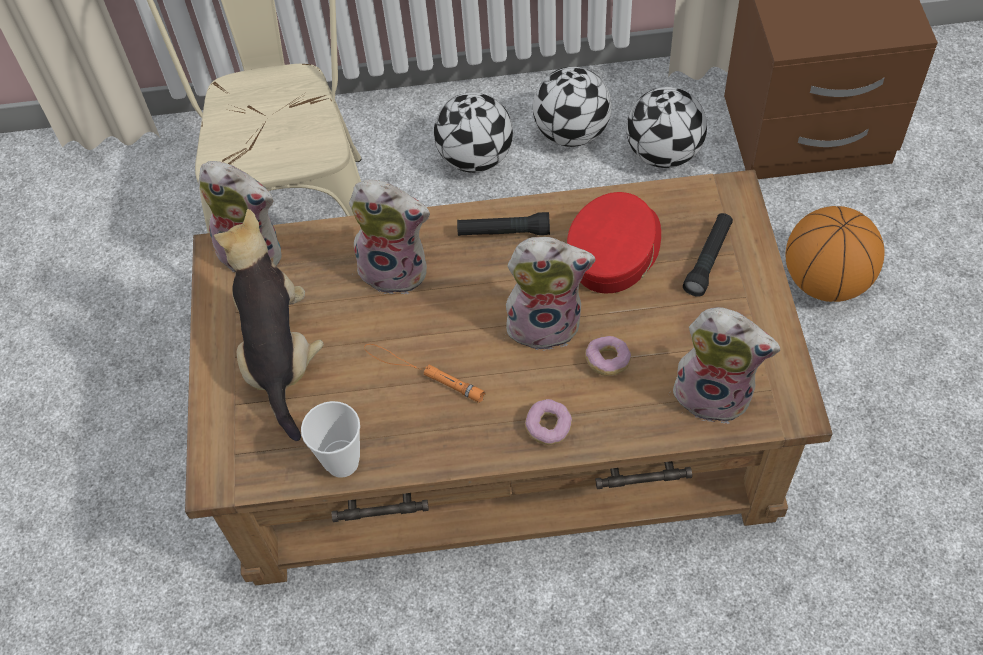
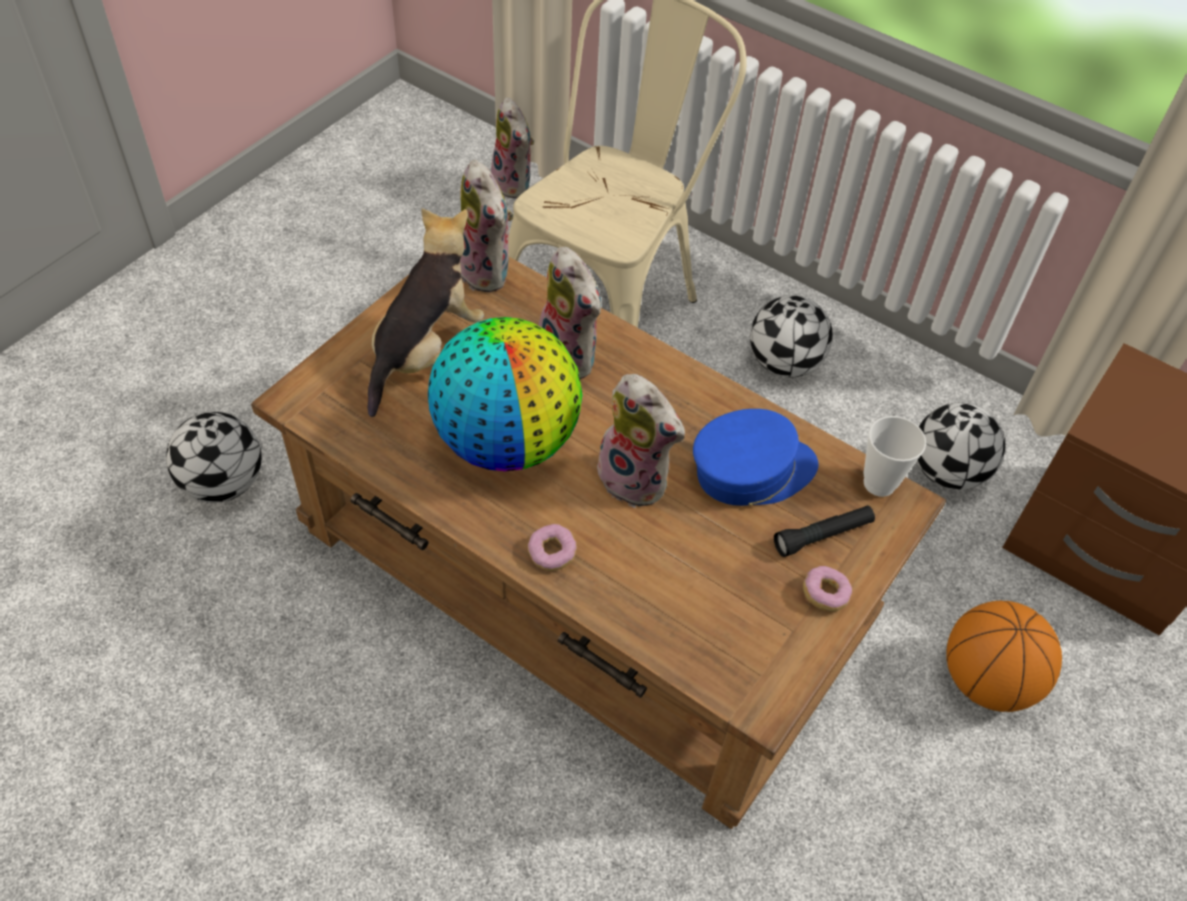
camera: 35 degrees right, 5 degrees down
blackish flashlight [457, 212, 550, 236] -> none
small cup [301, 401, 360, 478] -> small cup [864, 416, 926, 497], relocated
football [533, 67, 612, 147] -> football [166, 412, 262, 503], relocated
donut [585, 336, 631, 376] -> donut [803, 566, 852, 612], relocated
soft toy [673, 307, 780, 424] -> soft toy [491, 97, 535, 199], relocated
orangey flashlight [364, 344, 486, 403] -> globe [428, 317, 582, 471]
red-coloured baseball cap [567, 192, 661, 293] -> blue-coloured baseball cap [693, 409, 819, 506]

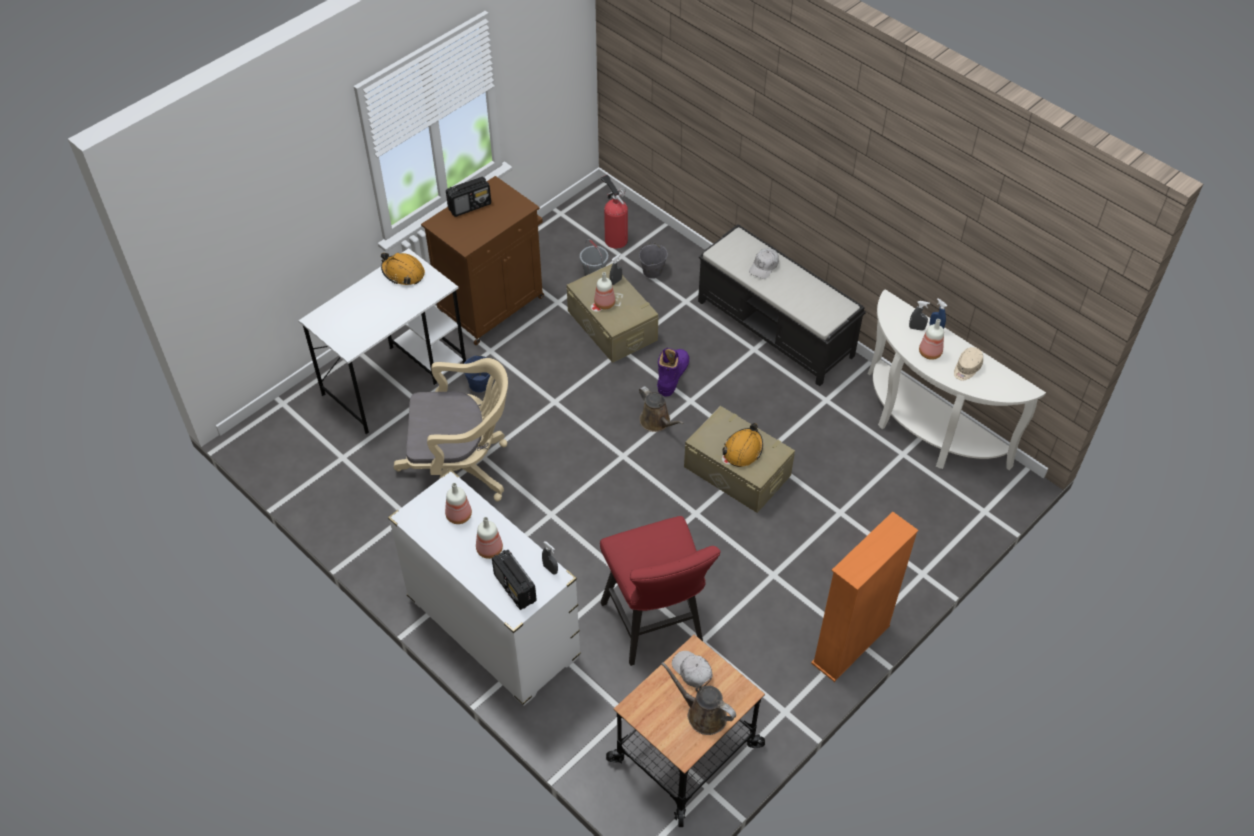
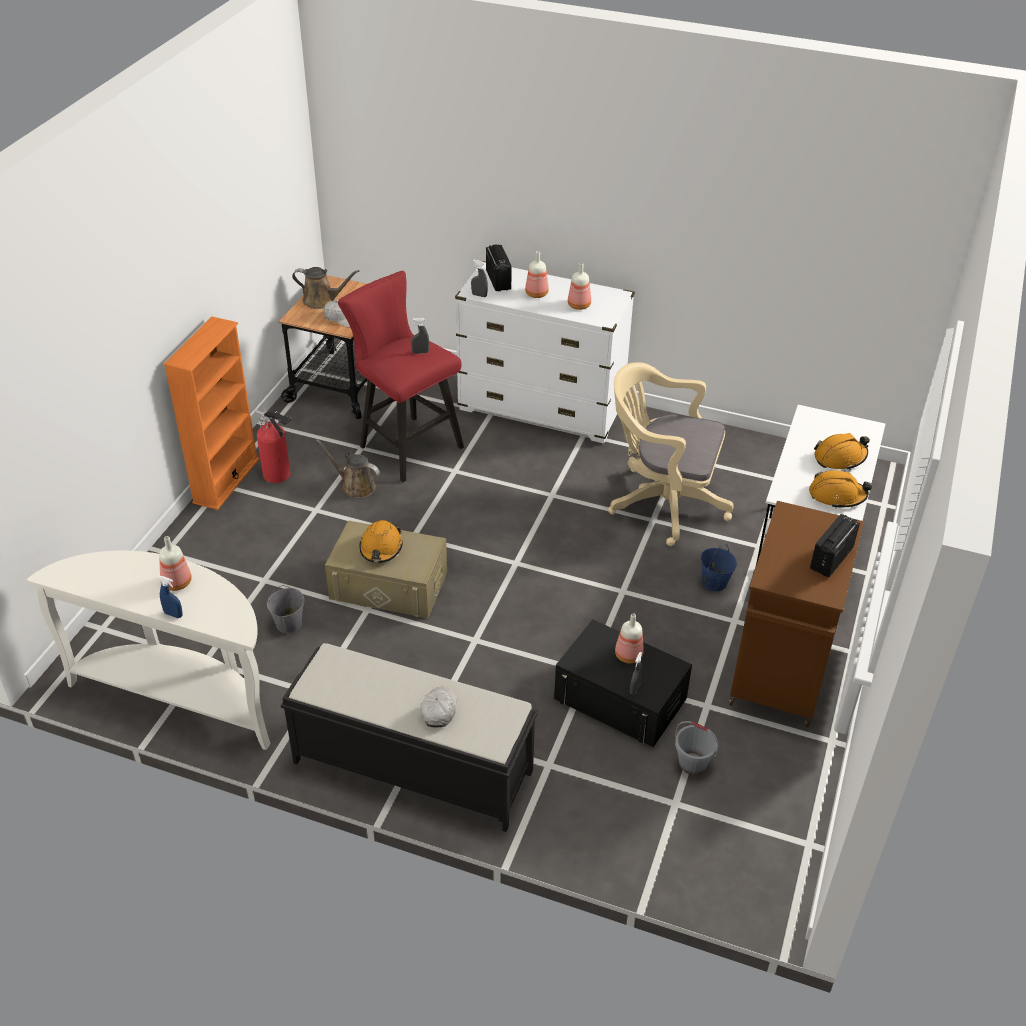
camera: 155 degrees right, 10 degrees down
purple-coloured tall boot [657, 348, 689, 396] -> none
sand-coloured baseball cap [954, 347, 983, 380] -> none
none -> orangey work helmet [814, 433, 870, 470]
fire extinguisher [600, 175, 628, 249] -> fire extinguisher [255, 410, 292, 483], relocated
gray pail [639, 242, 668, 279] -> gray pail [267, 585, 304, 633], relocated
brown-coloured watering pot [639, 386, 684, 432] -> brown-coloured watering pot [316, 439, 380, 498], relocated
gray hand sprayer [909, 301, 930, 331] -> gray hand sprayer [411, 318, 429, 354], relocated
sand-coloured storage bin [567, 264, 659, 363] -> blackish storage bin [554, 619, 692, 747]
sand-coloured desk chair [394, 358, 508, 501] -> sand-coloured desk chair [608, 362, 734, 546], 45 degrees clockwise
radio set [492, 550, 537, 610] -> radio set [486, 245, 512, 291], 45 degrees clockwise

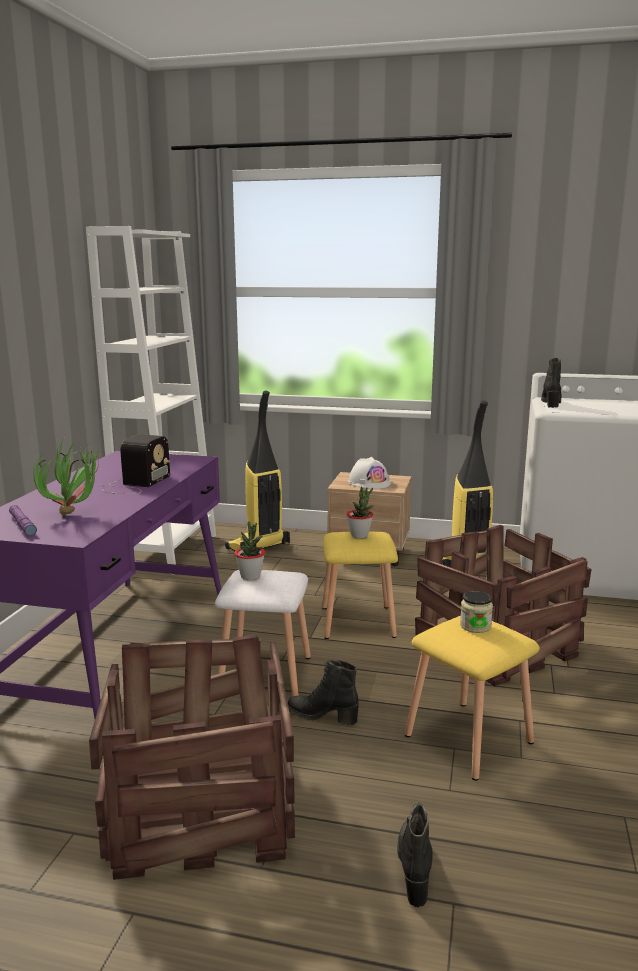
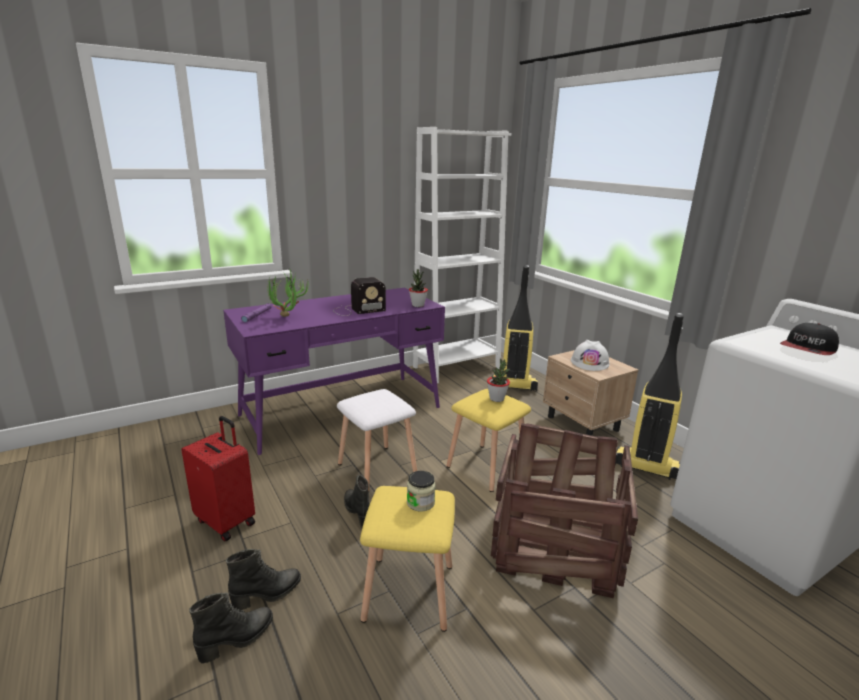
camera: 45 degrees right, 5 degrees up
none -> baseball cap [780, 323, 839, 355]
houseplant [234, 521, 265, 580] -> houseplant [409, 269, 428, 307], relocated
blackish tall boot [541, 358, 562, 408] -> blackish tall boot [226, 549, 301, 610], relocated
shipping crate [89, 634, 295, 880] -> red-coloured travel case [181, 416, 255, 542]

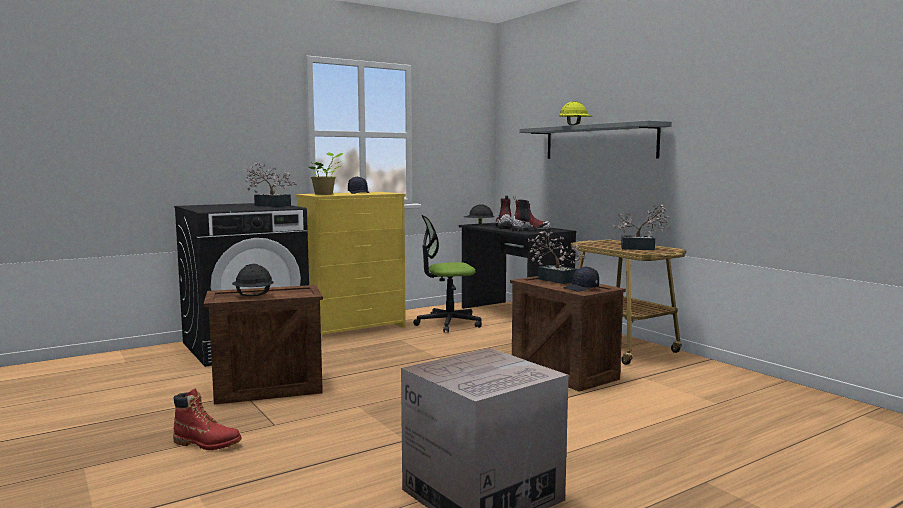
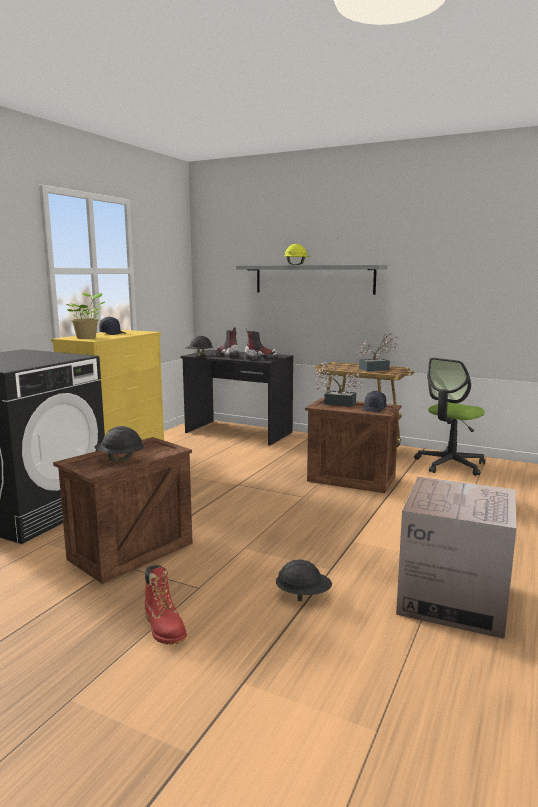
camera: 30 degrees left, 5 degrees up
houseplant [243, 163, 297, 207] -> none
none -> blackish work helmet [276, 560, 332, 601]
desk chair [413, 215, 482, 333] -> desk chair [414, 357, 485, 476], relocated
red-coloured tall boot [173, 388, 242, 450] -> red-coloured tall boot [145, 565, 187, 645], 75 degrees clockwise

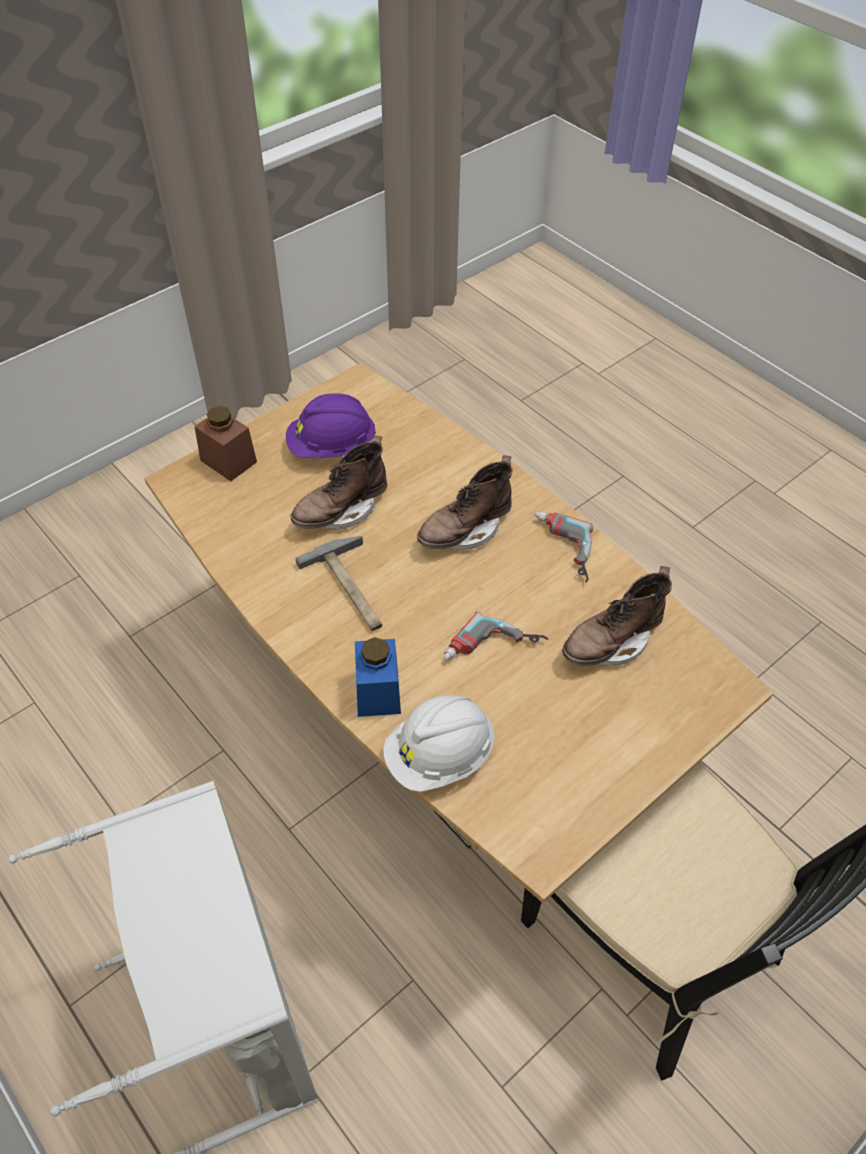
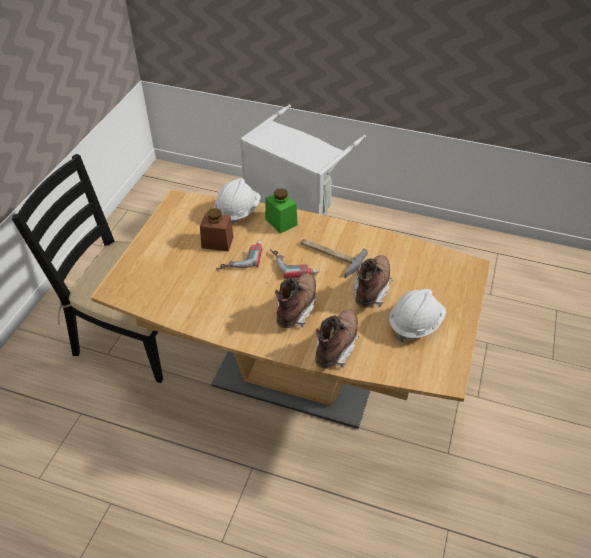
camera: 150 degrees right, 5 degrees down
brown-coloured storage jar [194, 406, 257, 481] -> brown-coloured storage jar [200, 208, 234, 251], relocated
electric drill [534, 512, 593, 583] -> electric drill [270, 249, 320, 279], relocated
brown-coloured tall boot [562, 566, 672, 666] -> brown-coloured tall boot [315, 309, 359, 369], relocated
purple-coloured work helmet [286, 393, 376, 458] -> white-coloured work helmet [389, 289, 446, 342]
blue-coloured storage jar [355, 637, 401, 717] -> green storage jar [265, 188, 298, 233]

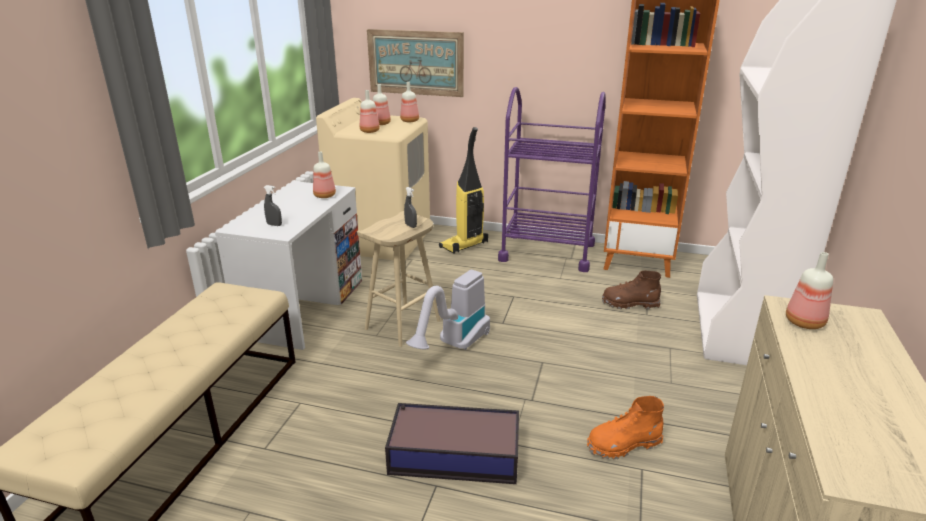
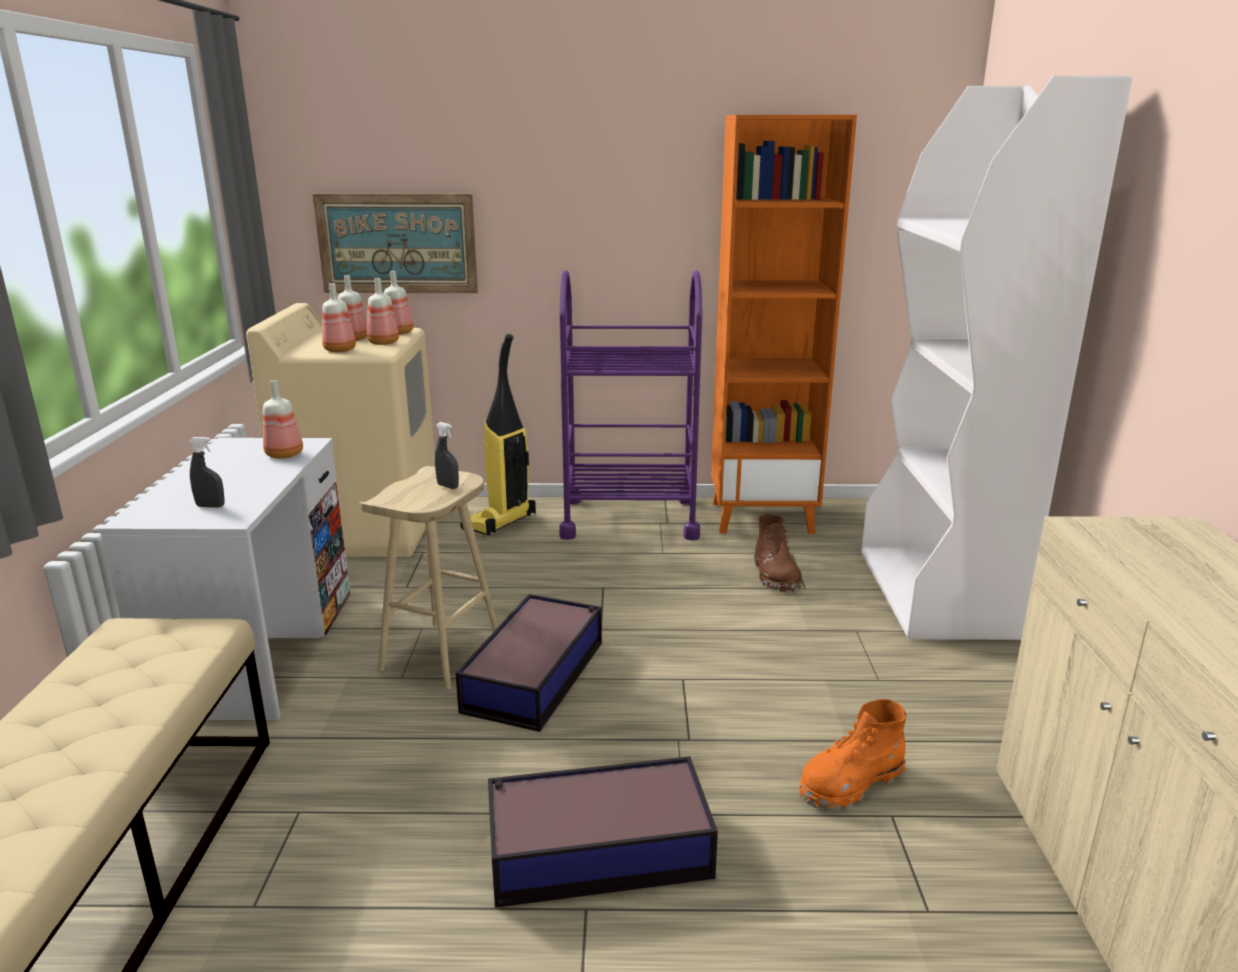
camera: 15 degrees left, 5 degrees down
bottle [786, 252, 833, 329] -> bottle [367, 278, 399, 345], relocated
vacuum cleaner [406, 270, 490, 350] -> storage bin [455, 594, 602, 732]
brown-coloured tall boot [602, 270, 661, 309] -> brown-coloured tall boot [754, 514, 802, 593], 90 degrees counterclockwise

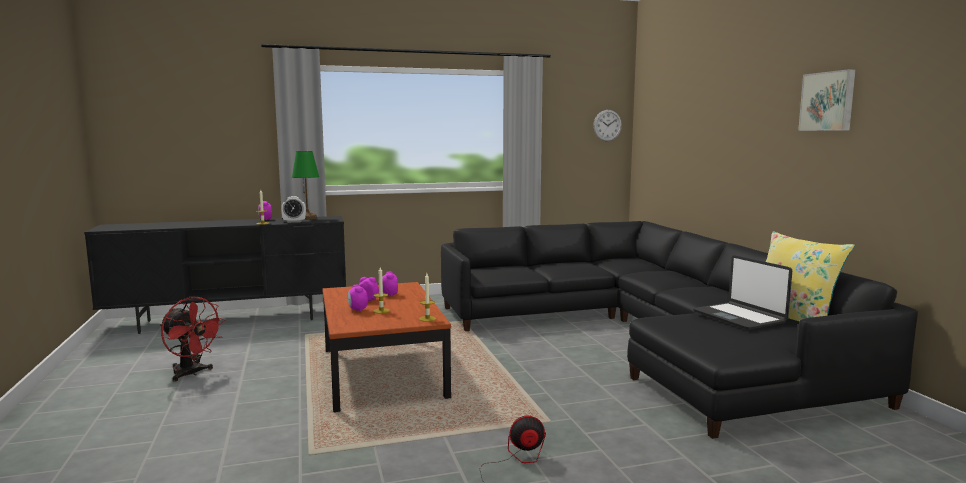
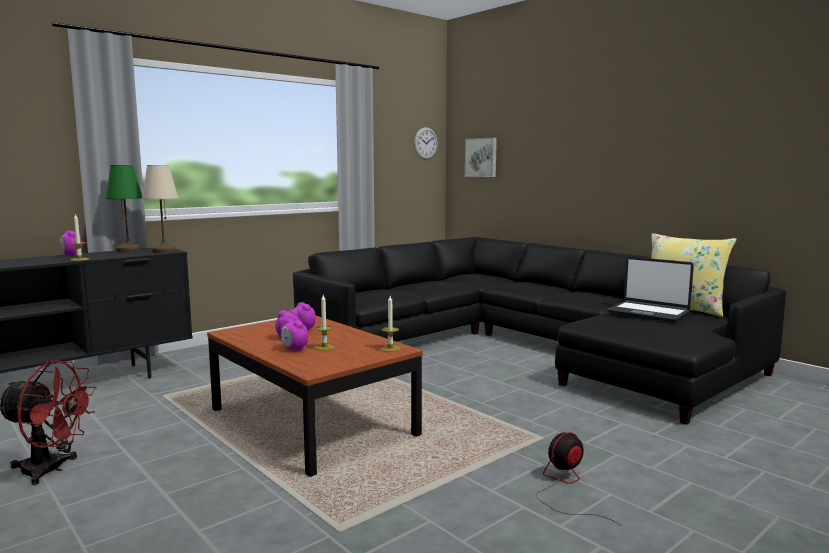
camera: 25 degrees left, 0 degrees up
table clock [281, 196, 306, 223] -> none
none -> sand-coloured table lamp [142, 165, 179, 253]
picture [798, 69, 856, 131] -> picture [465, 138, 497, 177], relocated

